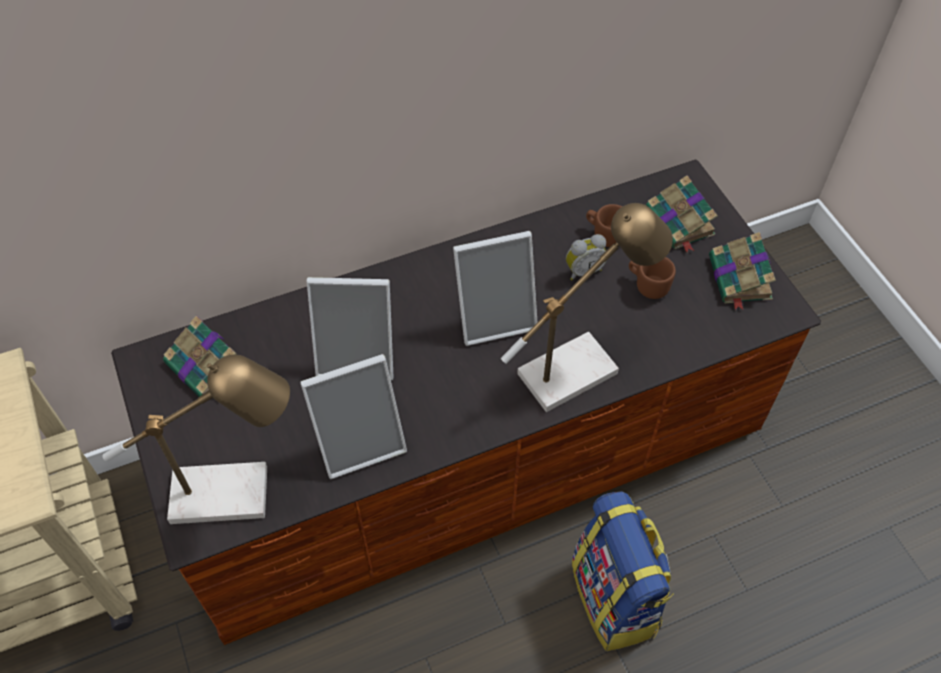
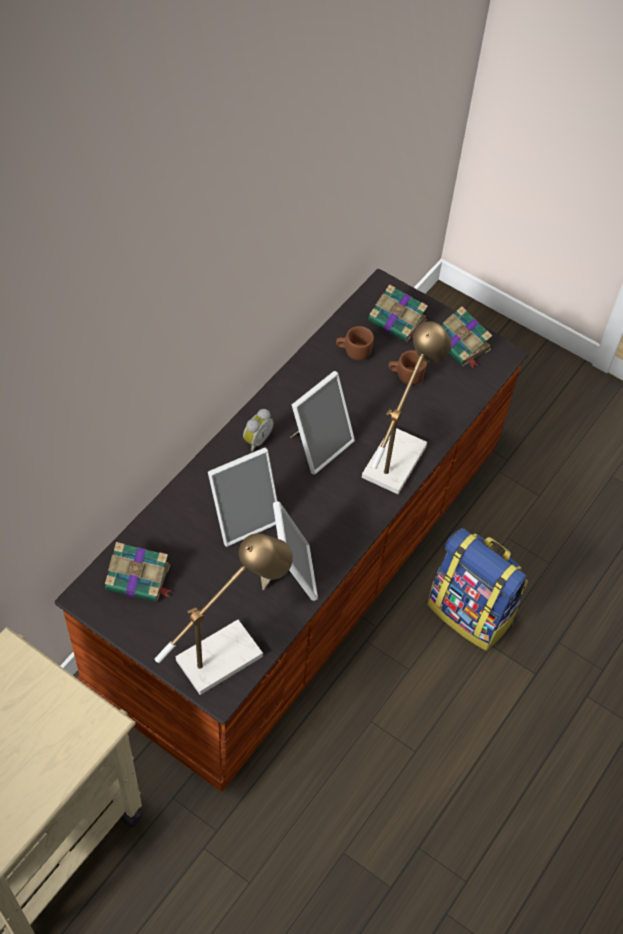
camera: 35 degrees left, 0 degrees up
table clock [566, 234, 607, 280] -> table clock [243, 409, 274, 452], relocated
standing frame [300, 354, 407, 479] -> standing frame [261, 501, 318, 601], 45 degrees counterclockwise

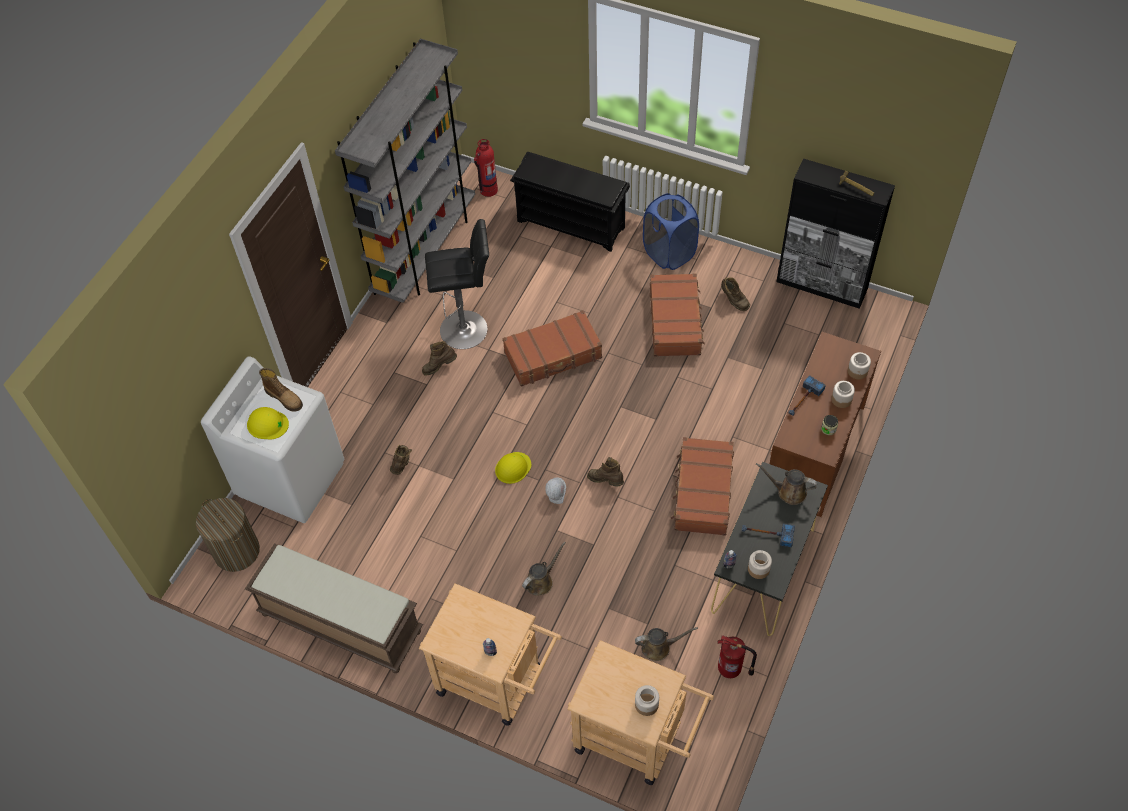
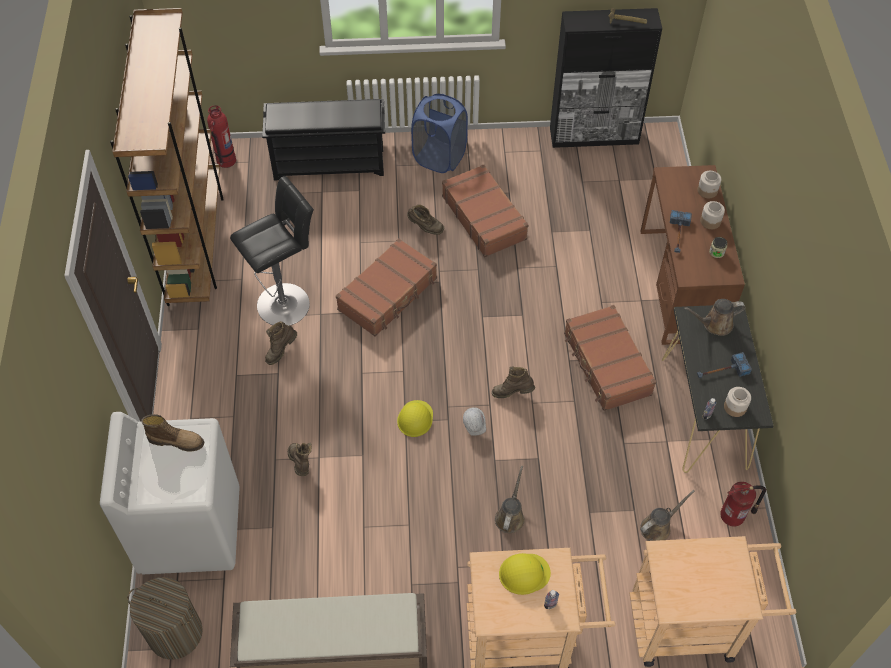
camera: 30 degrees left, 0 degrees up
storage jar [635, 685, 659, 716] -> none
yellow-coloured work helmet [247, 407, 289, 439] -> yellow-coloured work helmet [499, 553, 551, 595], relocated
brown-coloured tall boot [721, 277, 750, 311] -> brown-coloured tall boot [407, 205, 444, 235], relocated
gray bookcase [335, 39, 475, 303] -> brown-coloured bookcase [110, 8, 224, 306]

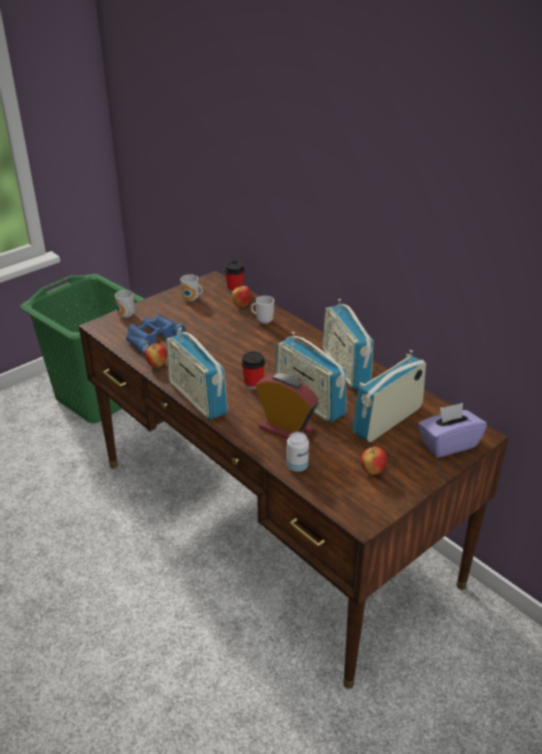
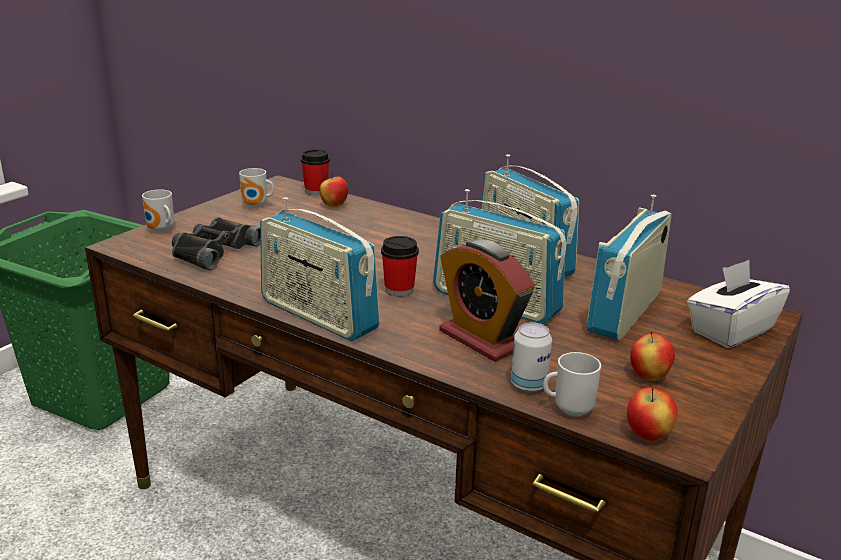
camera: 15 degrees left, 10 degrees down
apple fruit [145, 343, 167, 367] -> apple fruit [626, 388, 677, 441], relocated
mug [251, 296, 274, 324] -> mug [543, 352, 601, 417], relocated
blue-coloured binoculars [126, 315, 186, 354] -> blackish binoculars [172, 217, 261, 270]
purple-coloured tissue box [418, 403, 487, 458] -> white-coloured tissue box [687, 260, 790, 348]
table clock [256, 374, 319, 440] -> table clock [439, 239, 535, 362], 150 degrees counterclockwise

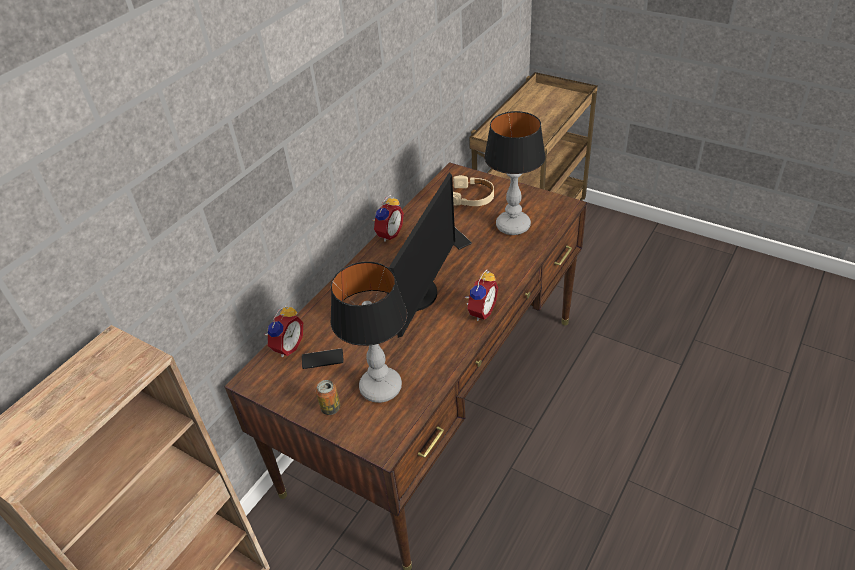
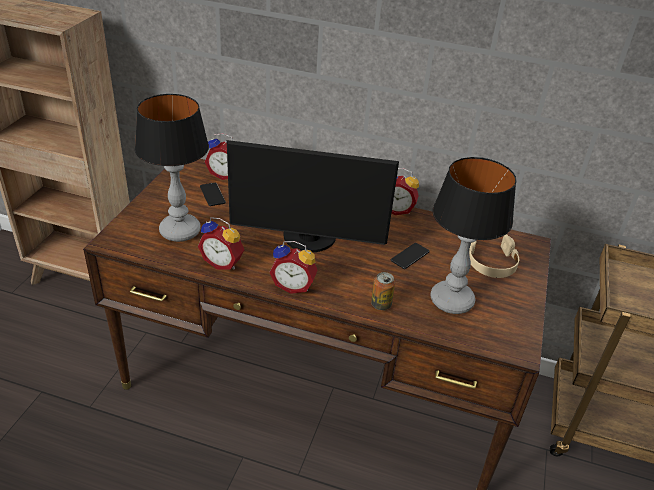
camera: 70 degrees right, 5 degrees down
none -> table clock [198, 217, 244, 270]
sealed can [316, 380, 340, 415] -> sealed can [371, 272, 395, 310], relocated

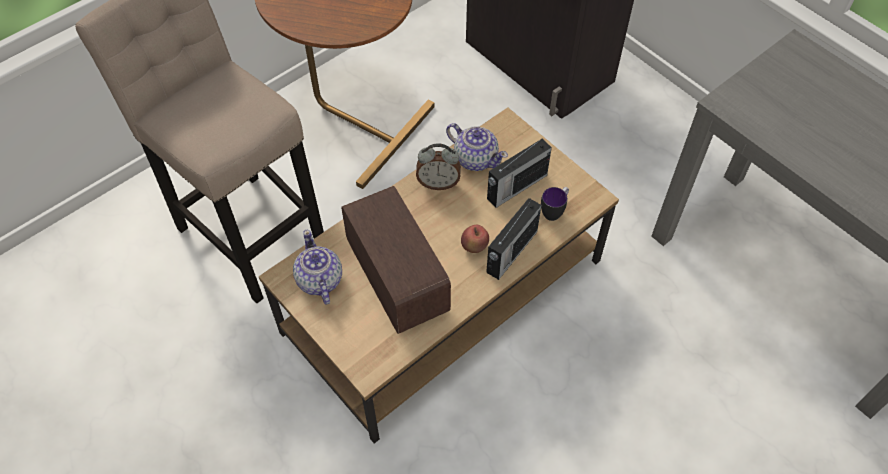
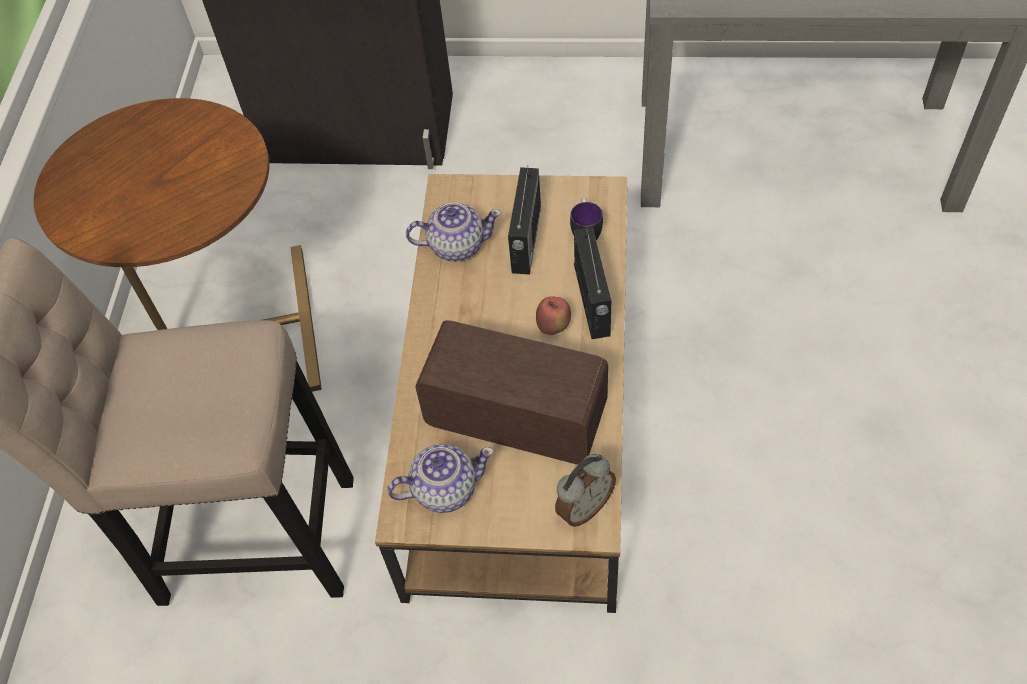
camera: 40 degrees left, 0 degrees up
table clock [416, 143, 461, 190] -> table clock [555, 454, 616, 527], relocated
tea pot [293, 230, 342, 305] -> tea pot [387, 444, 494, 513], 135 degrees clockwise

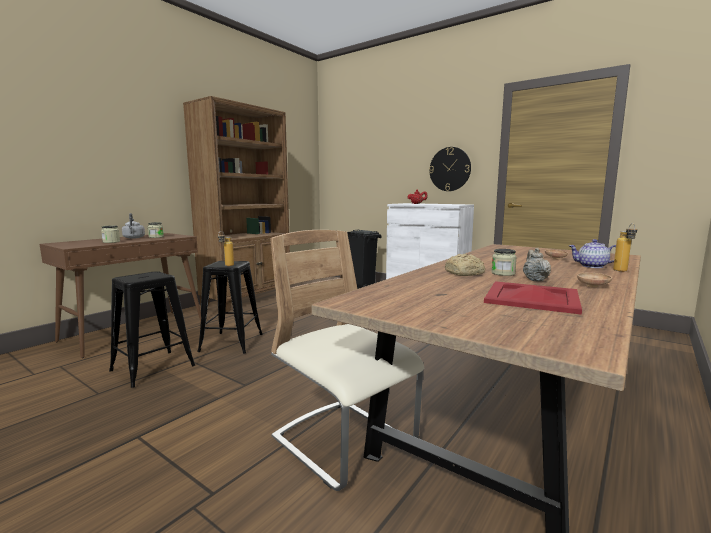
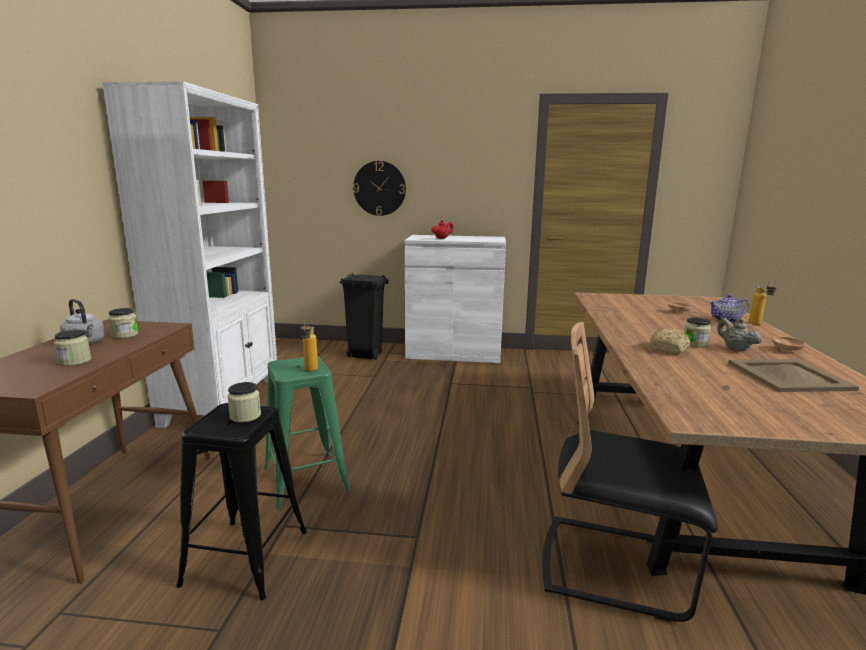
camera: 30 degrees left, 5 degrees up
none -> storage jar [228, 382, 261, 422]
hanging clock [429, 147, 471, 191] -> hanging clock [353, 161, 406, 216], relocated
brown-coloured bookcase [183, 96, 290, 312] -> white-coloured bookcase [102, 81, 277, 428]
blackish stool [197, 261, 262, 354] -> green stool [264, 356, 351, 509]
sand-coloured plain chair [270, 230, 424, 491] -> blackish plain chair [542, 322, 718, 622]
red-coloured tray [484, 281, 582, 315] -> sand-coloured tray [728, 359, 859, 392]

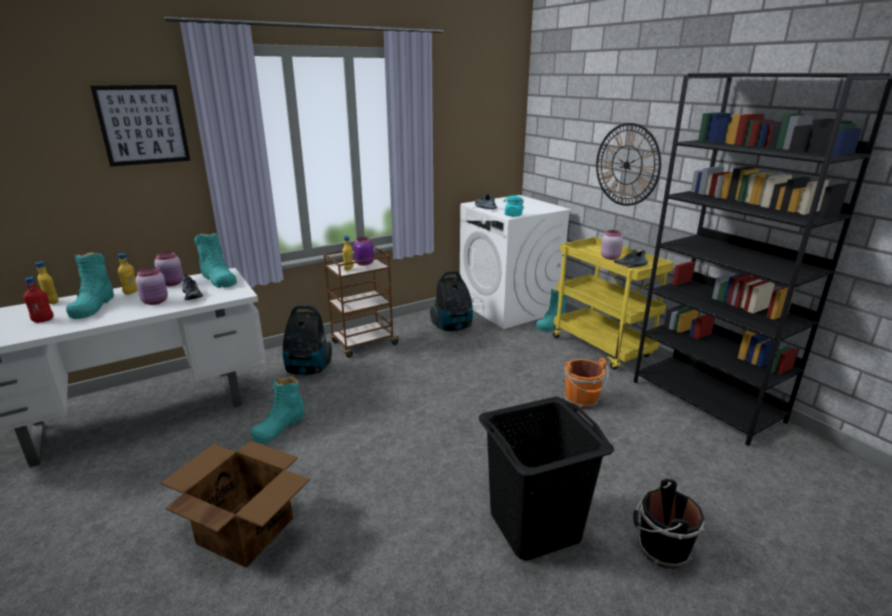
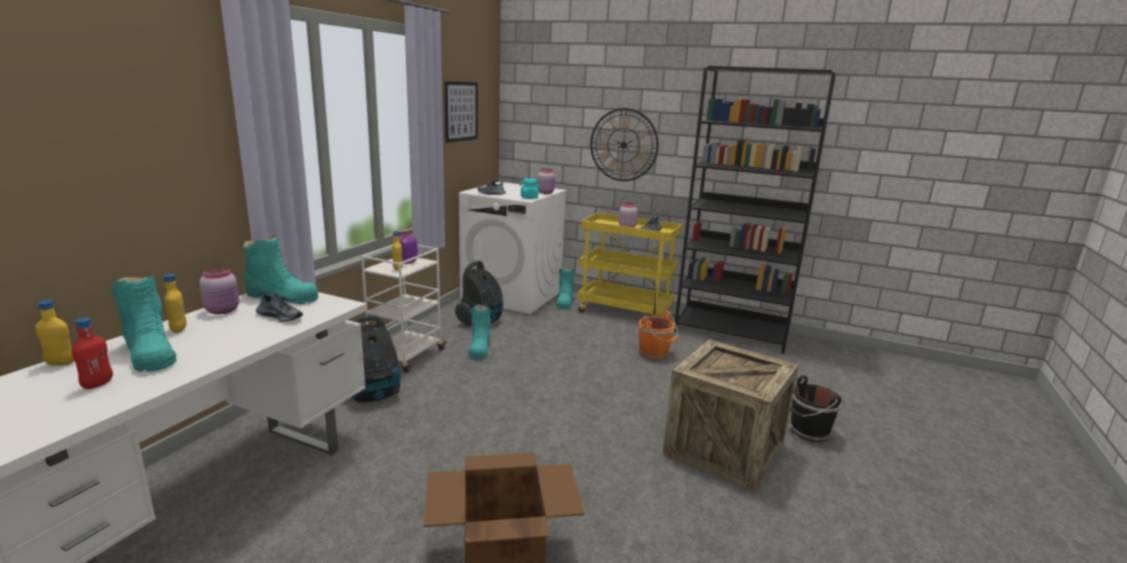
camera: 35 degrees left, 5 degrees down
picture [90, 85, 190, 167] -> picture [445, 81, 478, 143], relocated
pinkish storage jar [136, 267, 168, 305] -> pinkish storage jar [537, 169, 555, 194], relocated
blue-green tall boot [251, 375, 305, 443] -> blue-green tall boot [468, 305, 491, 359], relocated
blackish washing basket [479, 397, 614, 561] -> shipping crate [663, 339, 799, 492]
brown-coloured wheeled cart [324, 246, 400, 358] -> white-coloured wheeled cart [361, 245, 447, 373]

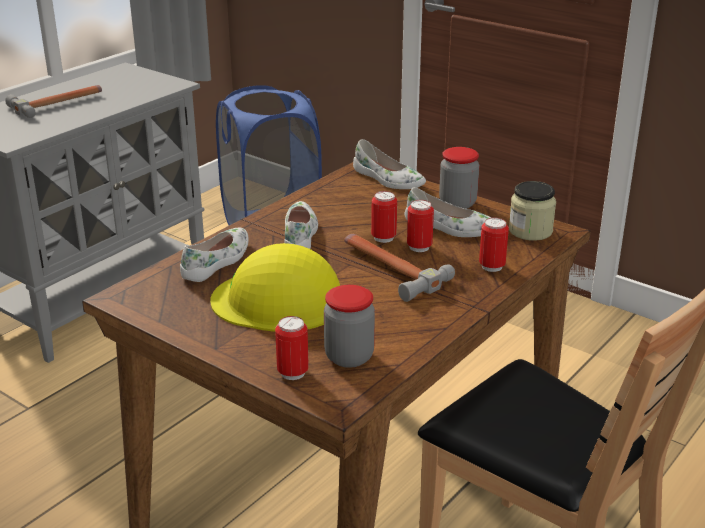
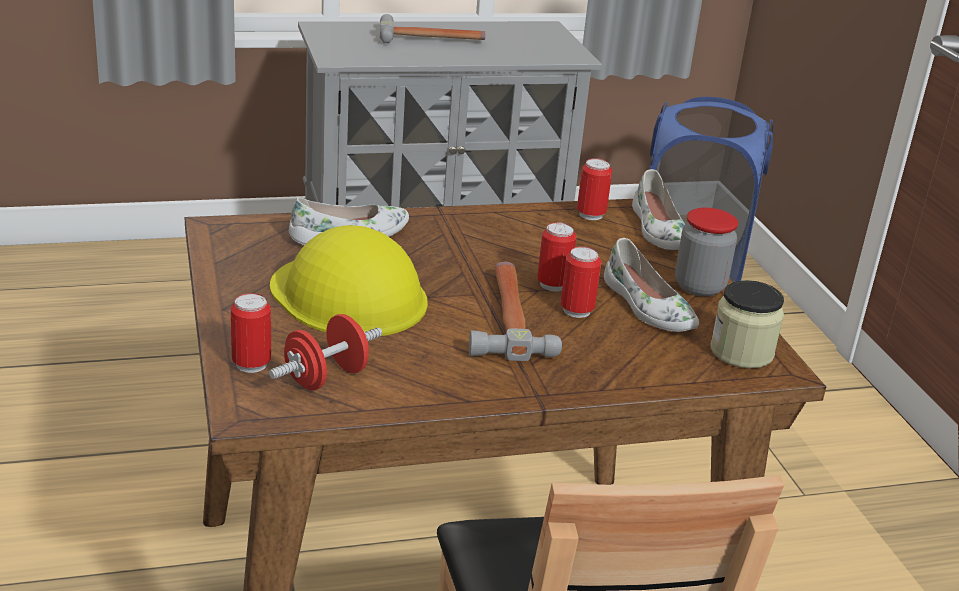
camera: 35 degrees right, 0 degrees up
white-coloured shoe [284, 201, 318, 249] -> none
sealed can [479, 217, 509, 272] -> sealed can [577, 158, 612, 220], relocated
storage jar [324, 285, 375, 368] -> red-coloured dumbbell [269, 314, 382, 390]

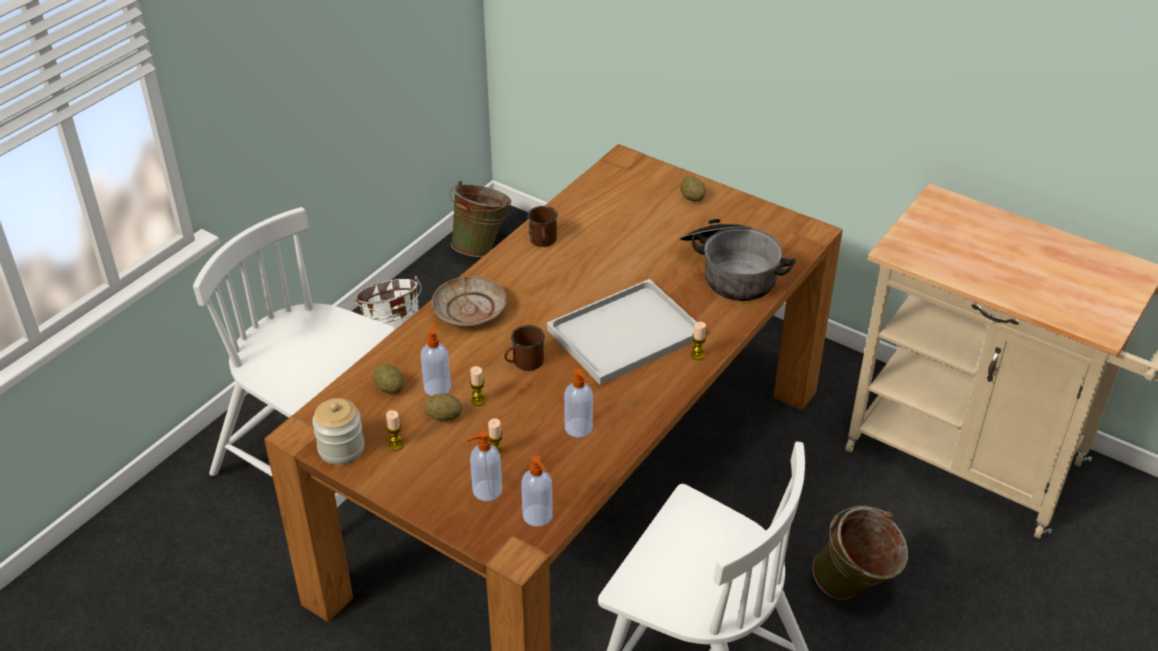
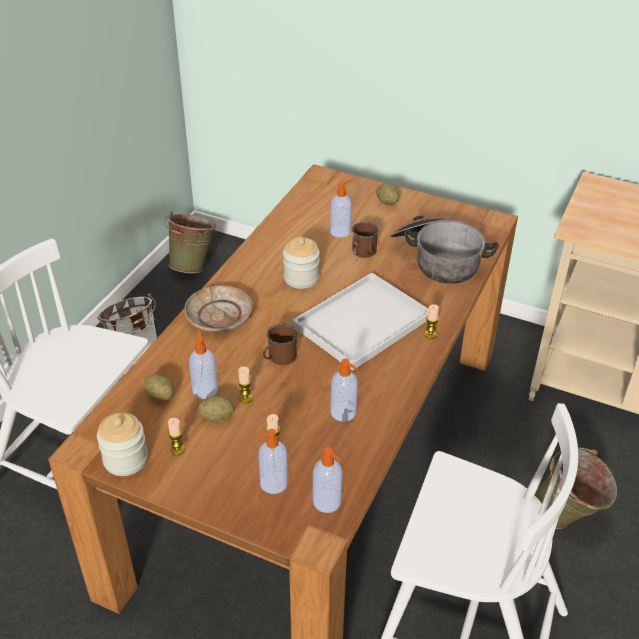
camera: 10 degrees left, 0 degrees up
none -> storage jar [283, 237, 320, 289]
none -> soap bottle [330, 180, 352, 238]
brown-coloured mug [527, 206, 558, 247] -> brown-coloured mug [352, 222, 379, 258], relocated

